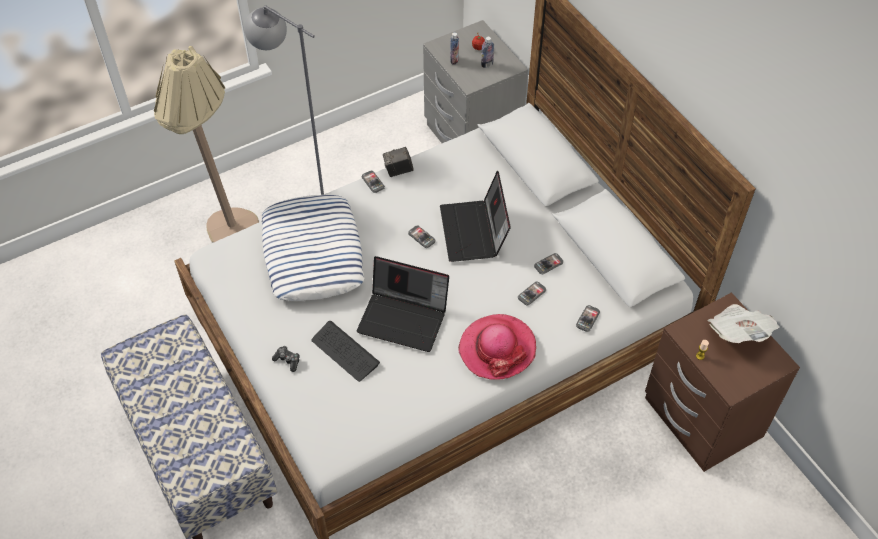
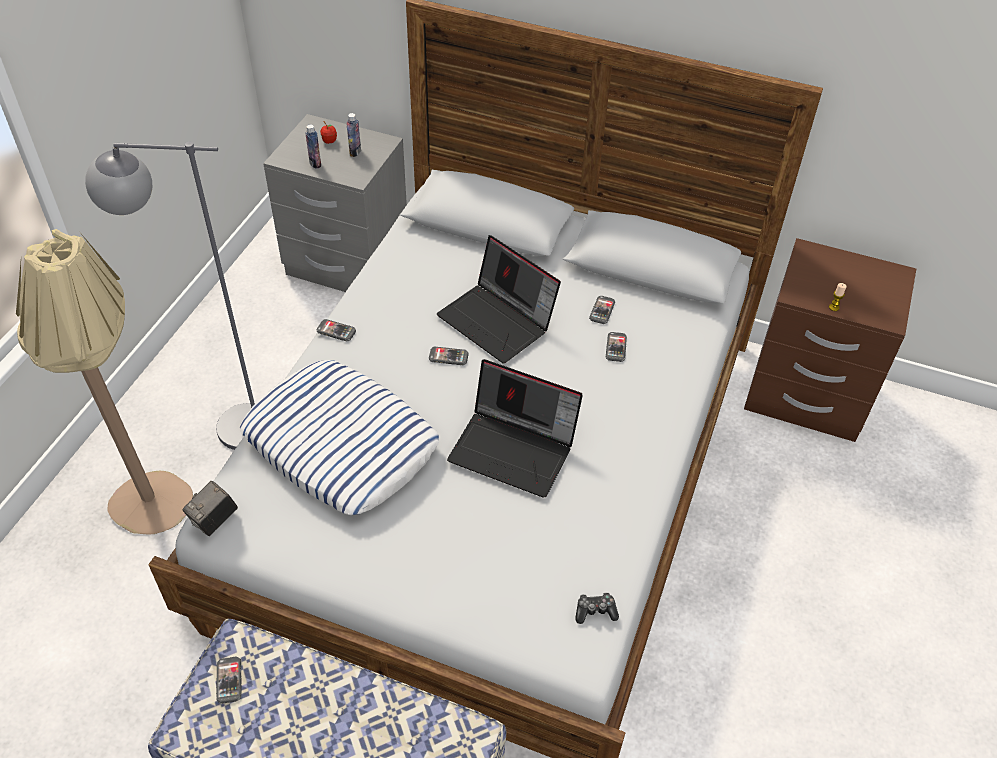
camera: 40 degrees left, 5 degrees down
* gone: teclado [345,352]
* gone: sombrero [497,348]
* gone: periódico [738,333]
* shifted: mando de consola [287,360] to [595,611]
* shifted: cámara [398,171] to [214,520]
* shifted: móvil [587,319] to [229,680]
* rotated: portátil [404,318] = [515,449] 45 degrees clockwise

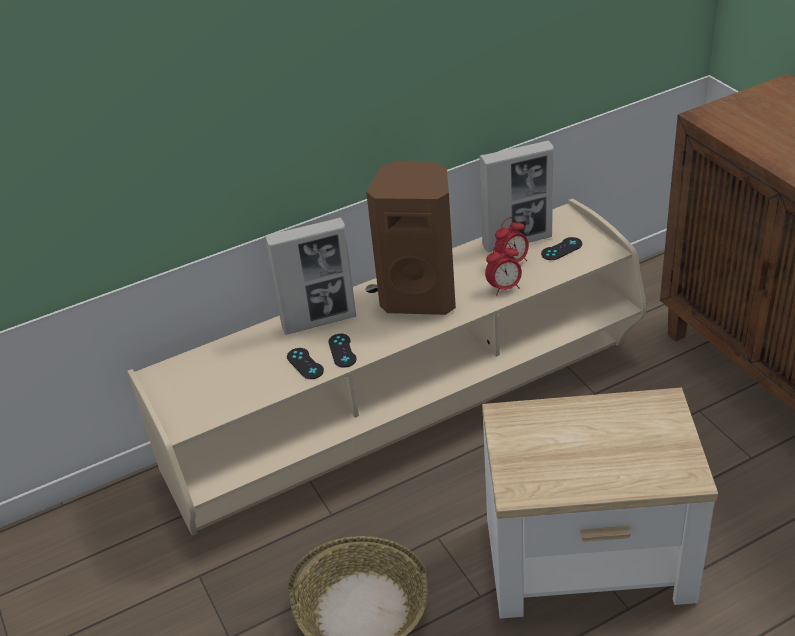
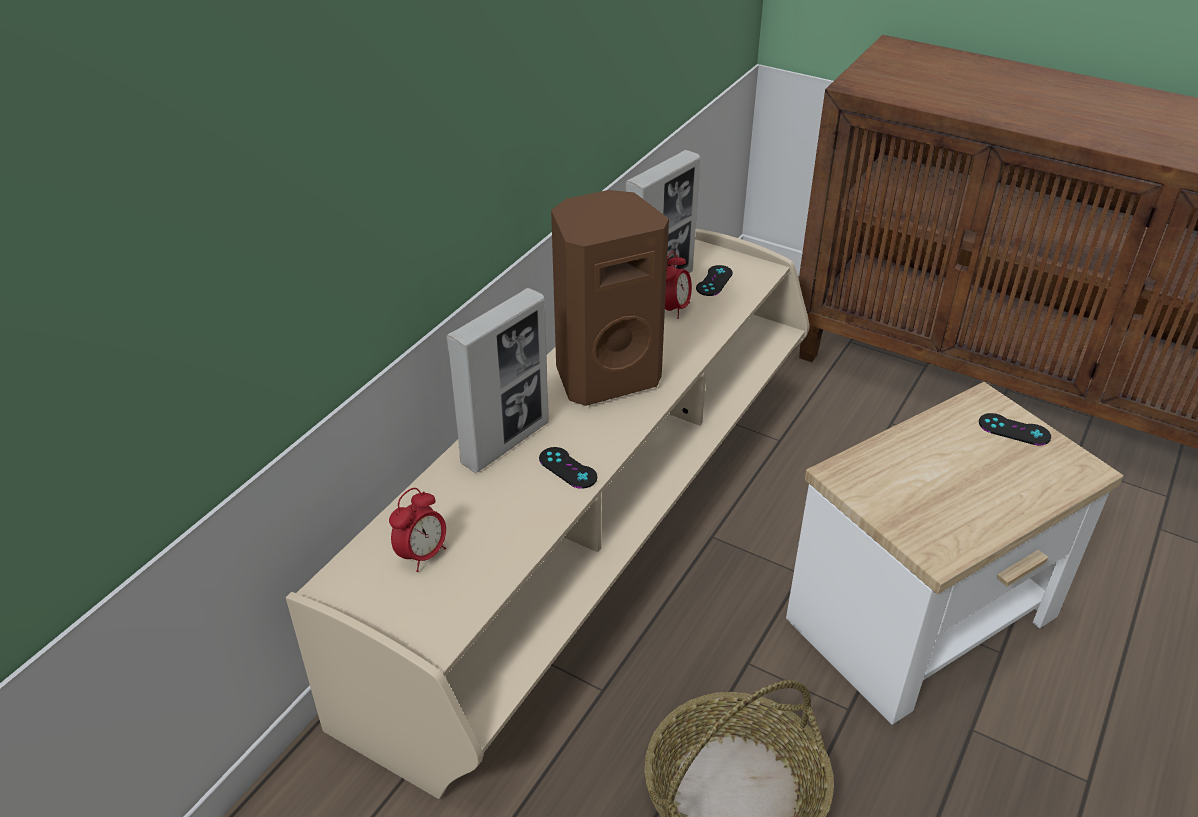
camera: 35 degrees left, 0 degrees up
* shifted: mando de consola [negro] [305,364] to [1014,430]
* shifted: despertador [504,288] to [422,555]

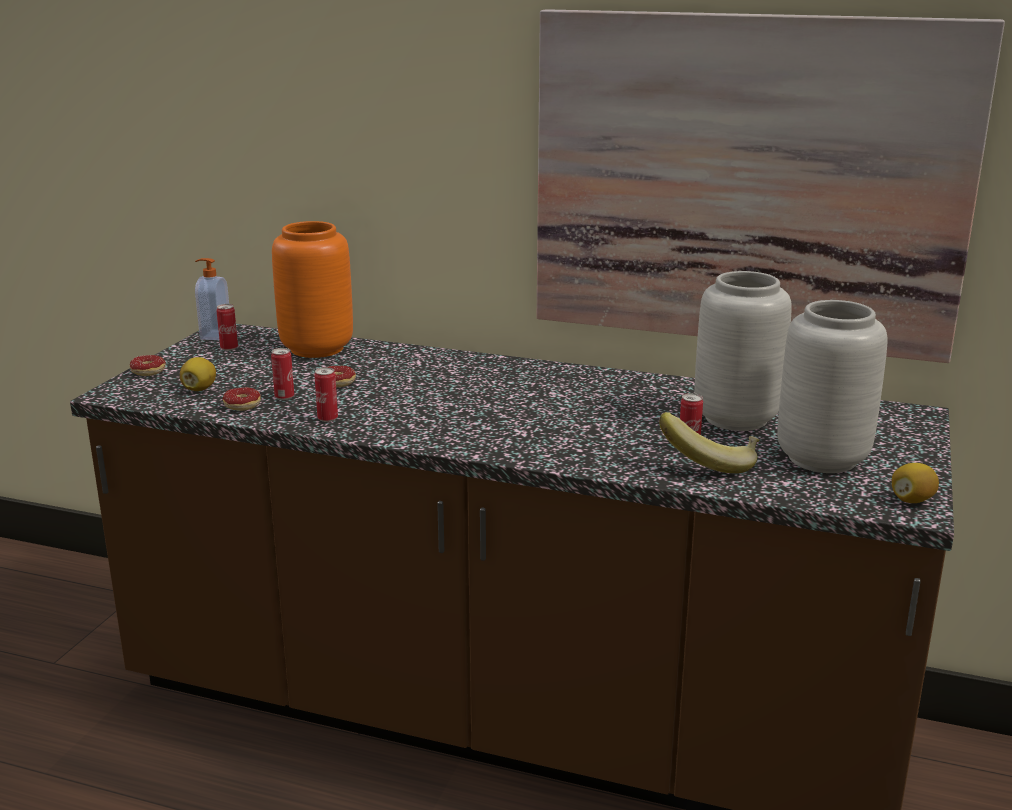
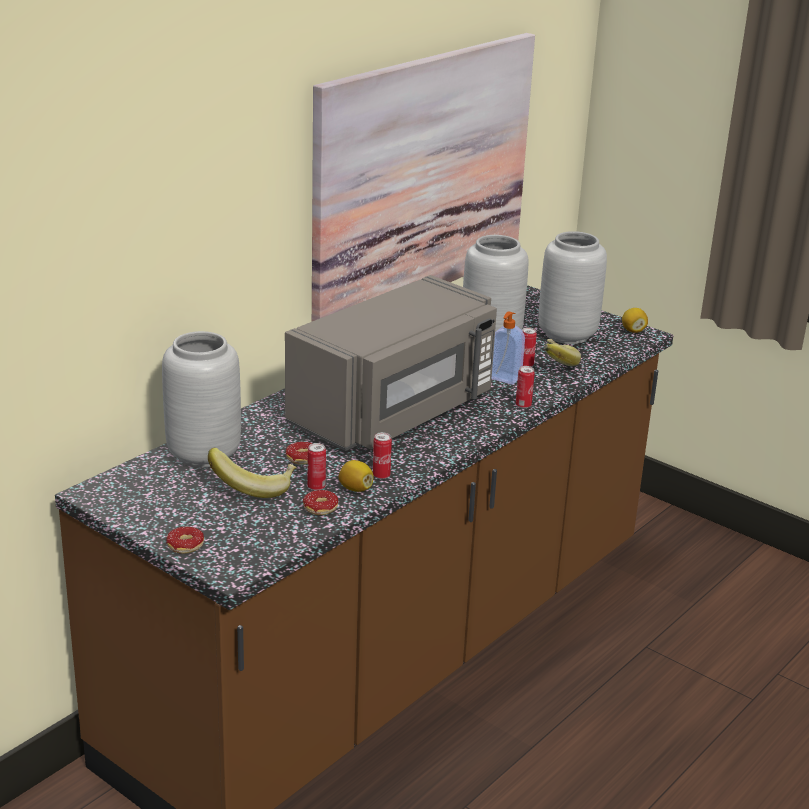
camera: 70 degrees left, 5 degrees up
* new: plátano [254,487]
* new: microondas [gris] [395,411]
* shifted: limón [199,389] to [355,489]
* shifted: dispensador de jabón [215,335] to [504,378]
* shifted: lata [229,348] to [523,405]
* repainted: florero [naranja] [317,348] to florero [gris] [202,454]

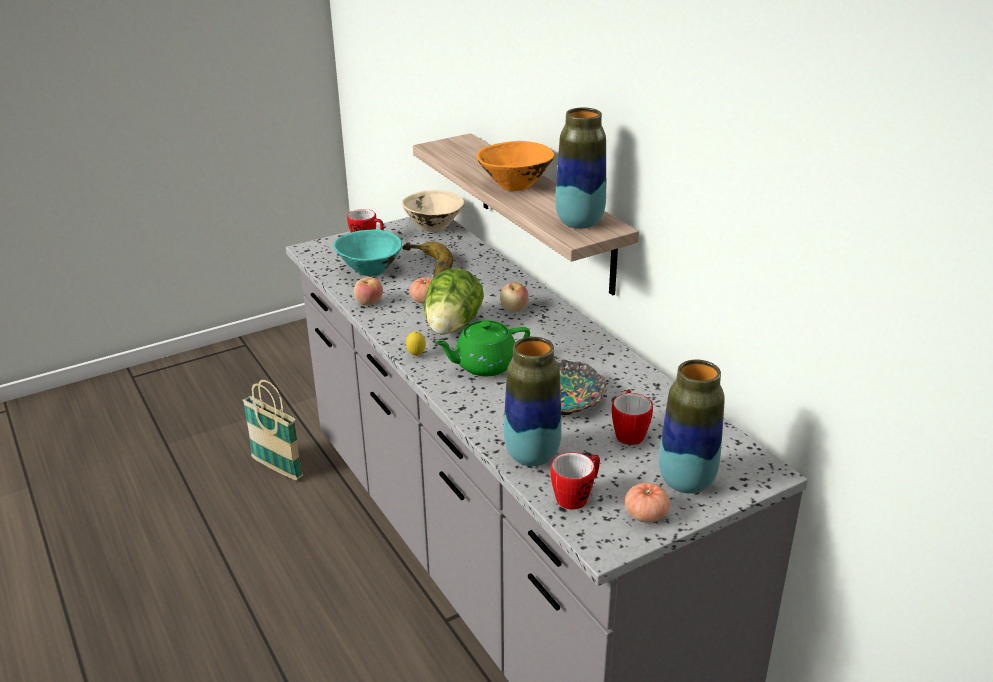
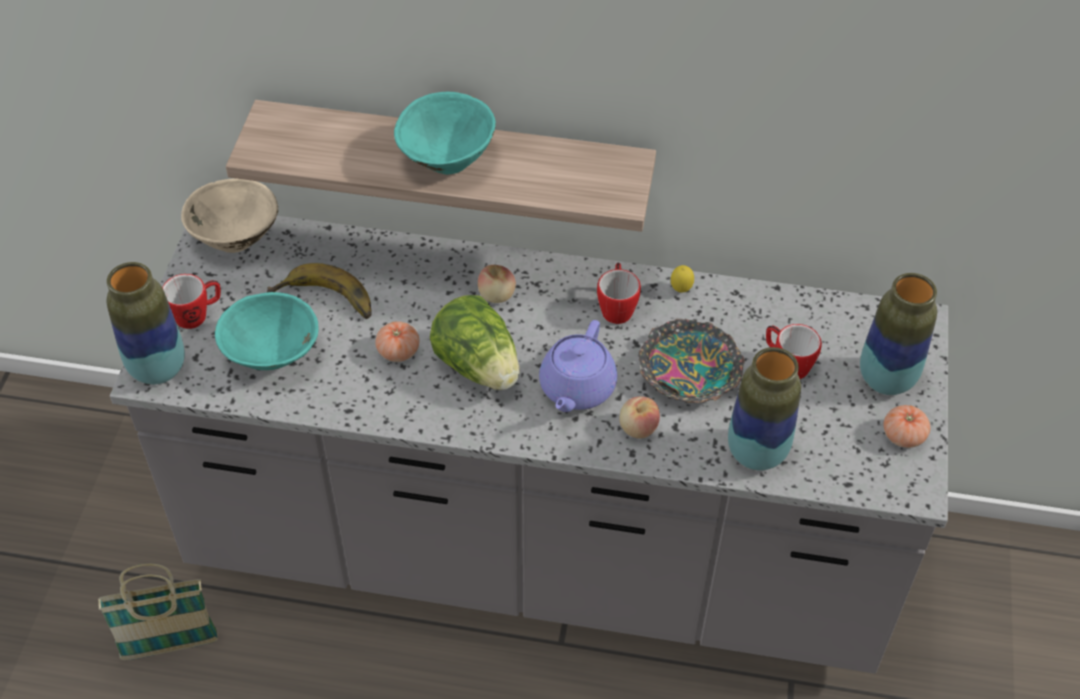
camera: 50 degrees left, 20 degrees up
* shifted: manzana [369,302] to [638,428]
* shifted: limón [416,355] to [681,290]
* shifted: taza grande [577,496] to [617,307]
* shifted: florero [579,222] to [158,369]
* repainted: tetera [verde] [484,365] to tetera [morado] [576,388]
* repainted: cuenco [naranja] [516,184] to cuenco [turquesa] [447,158]

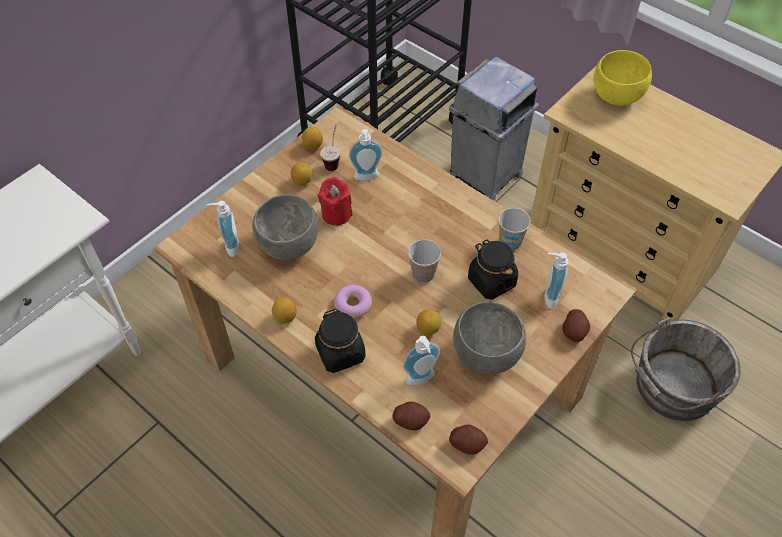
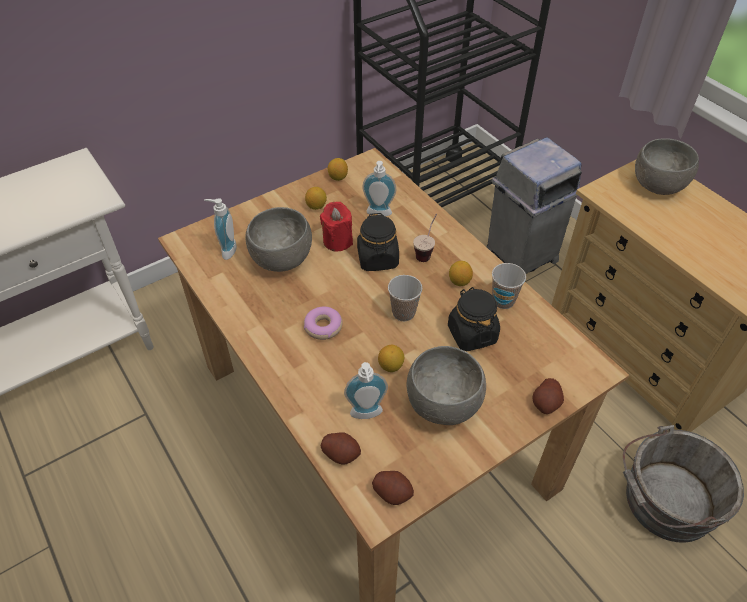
camera: 15 degrees right, 5 degrees down
* gone: dispensador de jabón [548,296]
* shifted: limón [285,317] to [459,281]
* shifted: tarro [negro] [340,353] to [378,259]
* shifted: taza [333,160] to [426,251]
* repainted: cuenco [amarillo] [616,96] to cuenco [gris] [657,185]

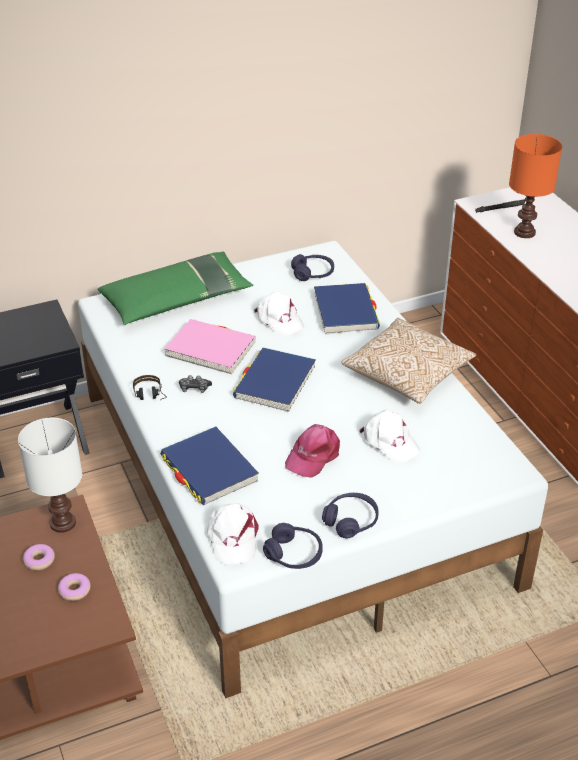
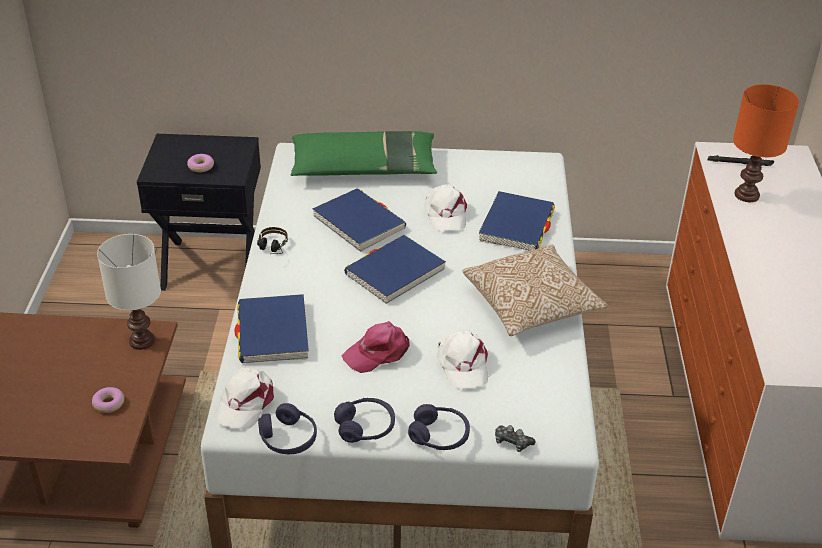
camera: 25 degrees right, 0 degrees up
* shifted: rosquilla [39,560] to [201,166]
* shifted: mando de consola [194,388] to [512,442]
* shifted: auriculares [morado] [313,273] to [439,435]
* repainted: libro [rosa] [210,349] to libro [azul] [359,223]

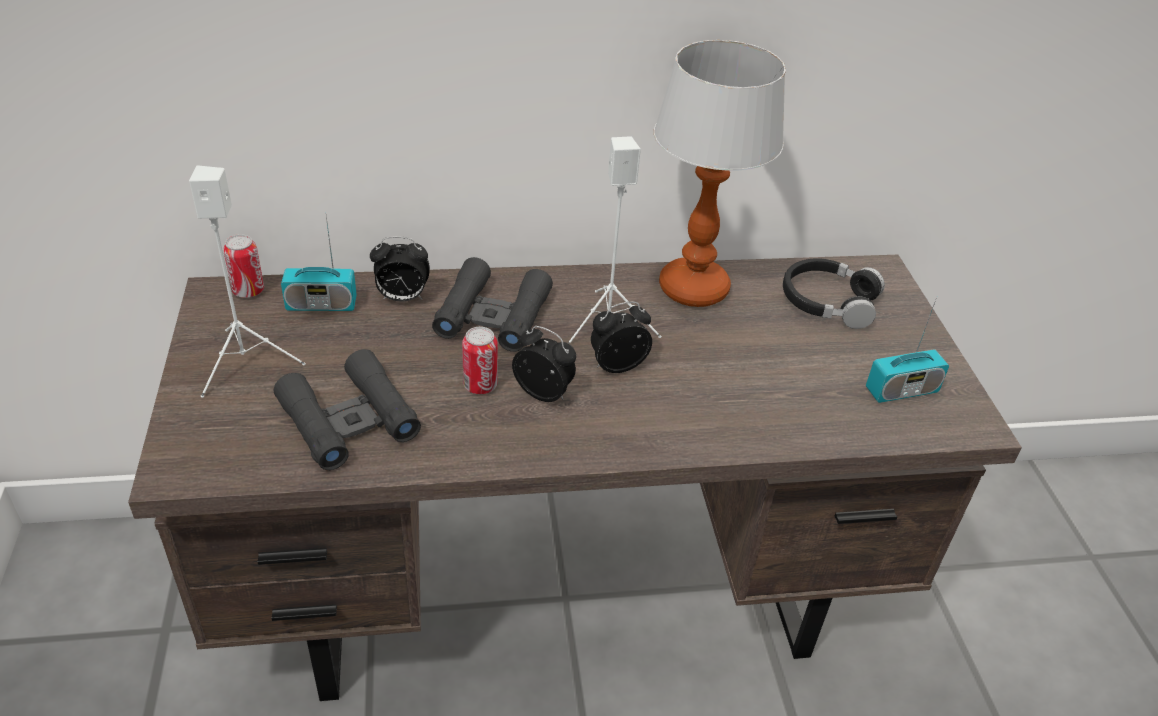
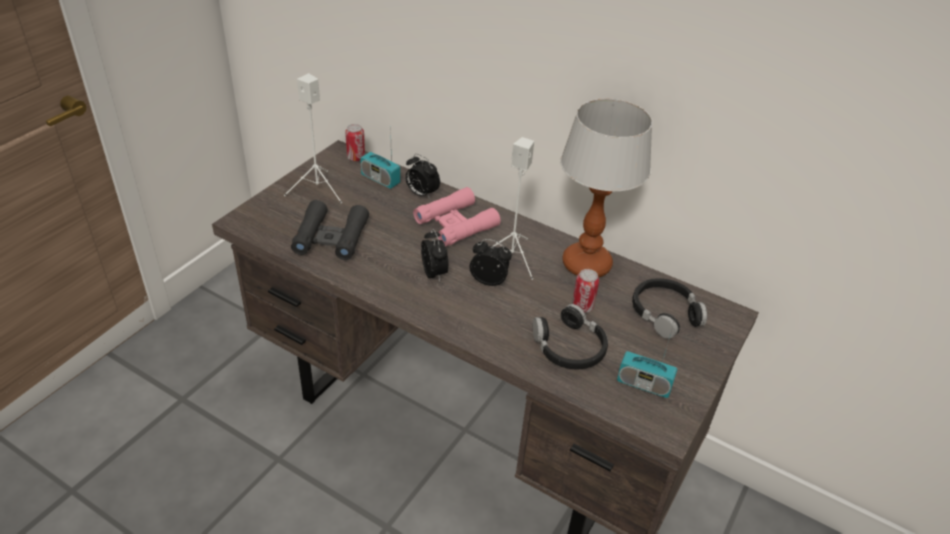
camera: 40 degrees right, 0 degrees up
* new: auriculares [negro] [569,347]
* shifted: lata [480,385] to [582,306]
* repainted: prismáticos [negro] [493,315] to prismáticos [rosa] [456,224]

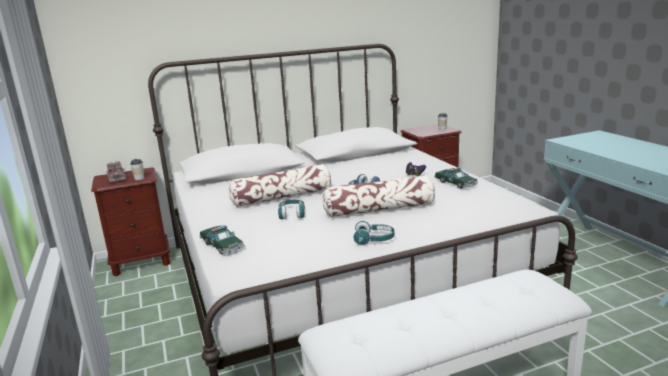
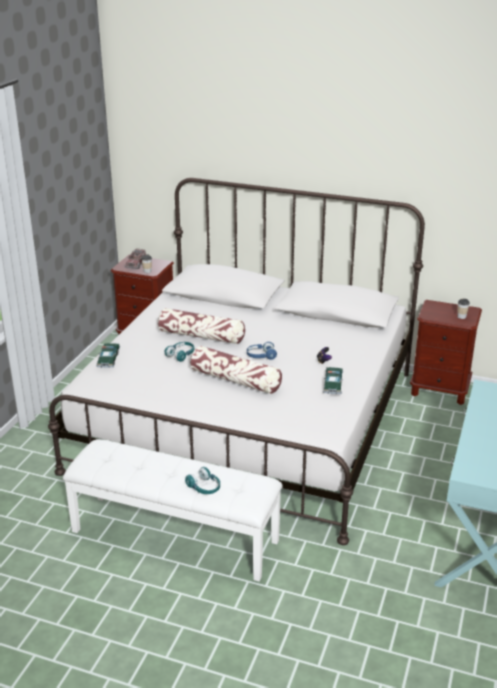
camera: 40 degrees right, 10 degrees up
* shifted: auriculares [turquesa] [374,240] to [204,487]

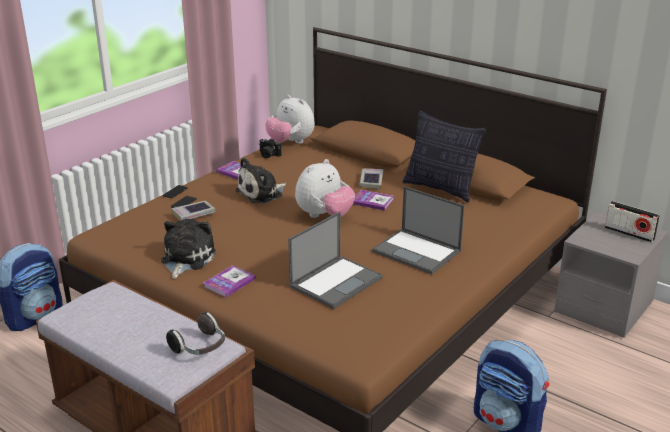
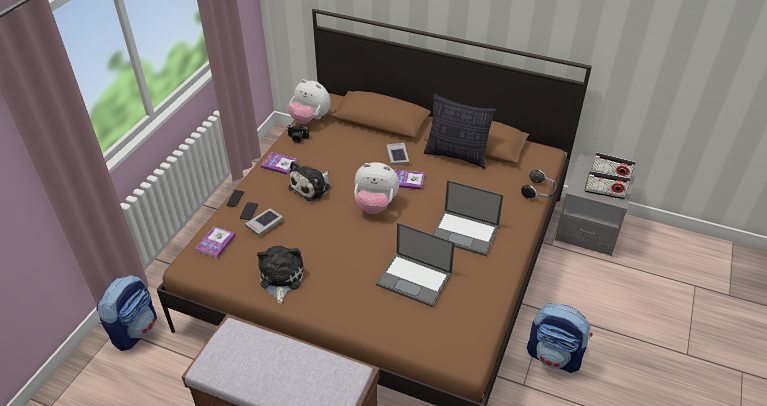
camera: 15 degrees left, 15 degrees up
* new: radio [604,193]
* shifted: auriculares [200,348] to [539,192]
* shifted: libro [229,282] to [215,243]
* rotated: portátil [336,281] = [415,279] 90 degrees clockwise
* rotated: peluche [324,216] = [375,205] 75 degrees clockwise

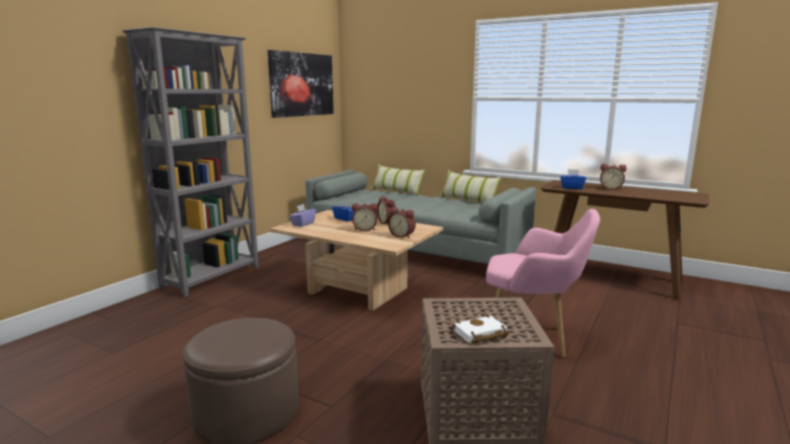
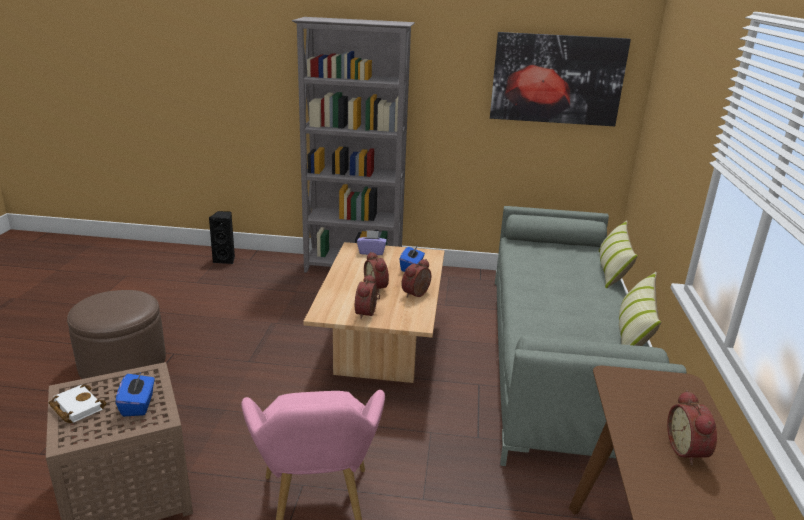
camera: 65 degrees right, 10 degrees up
* new: altavoz [negro] [225,259]
* shifted: caja de pañuelos [azul] [572,187] to [138,405]

